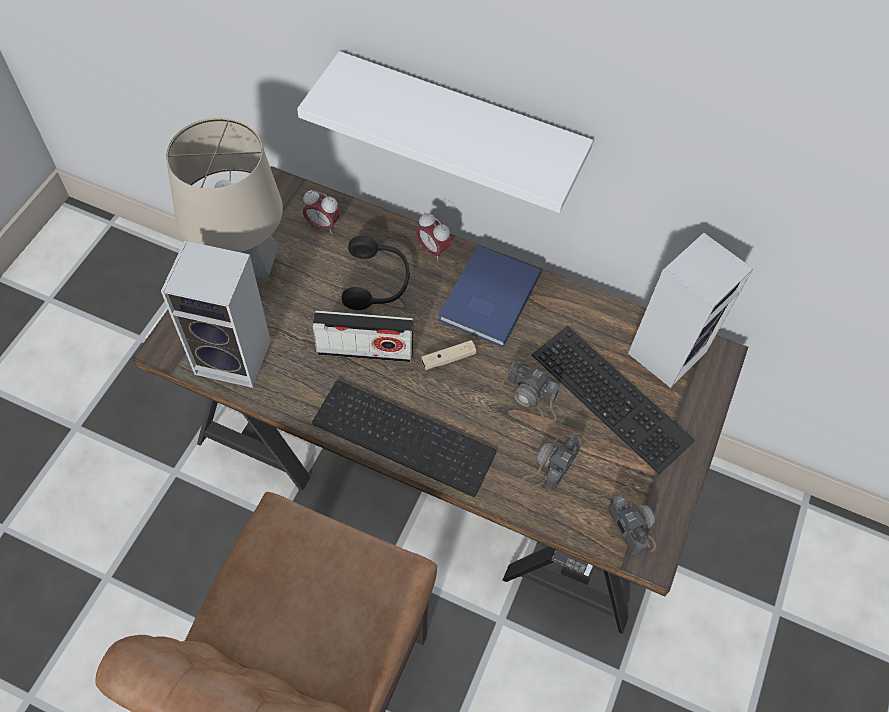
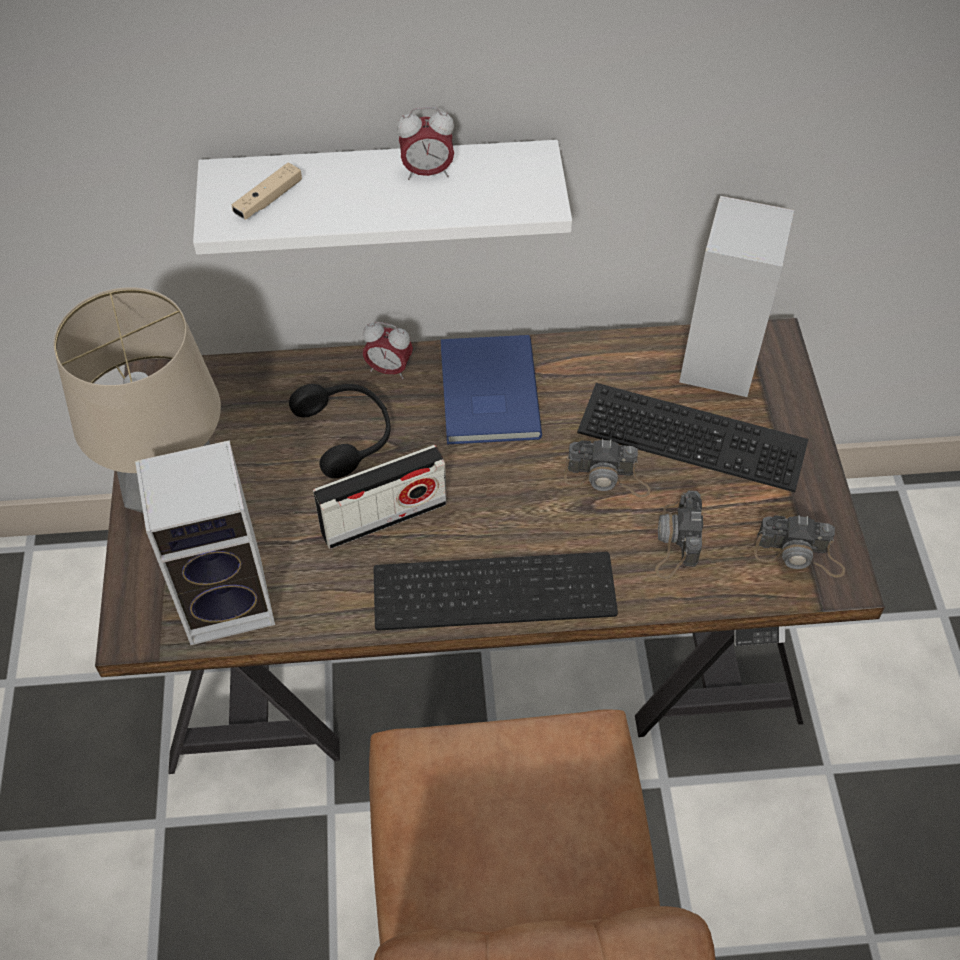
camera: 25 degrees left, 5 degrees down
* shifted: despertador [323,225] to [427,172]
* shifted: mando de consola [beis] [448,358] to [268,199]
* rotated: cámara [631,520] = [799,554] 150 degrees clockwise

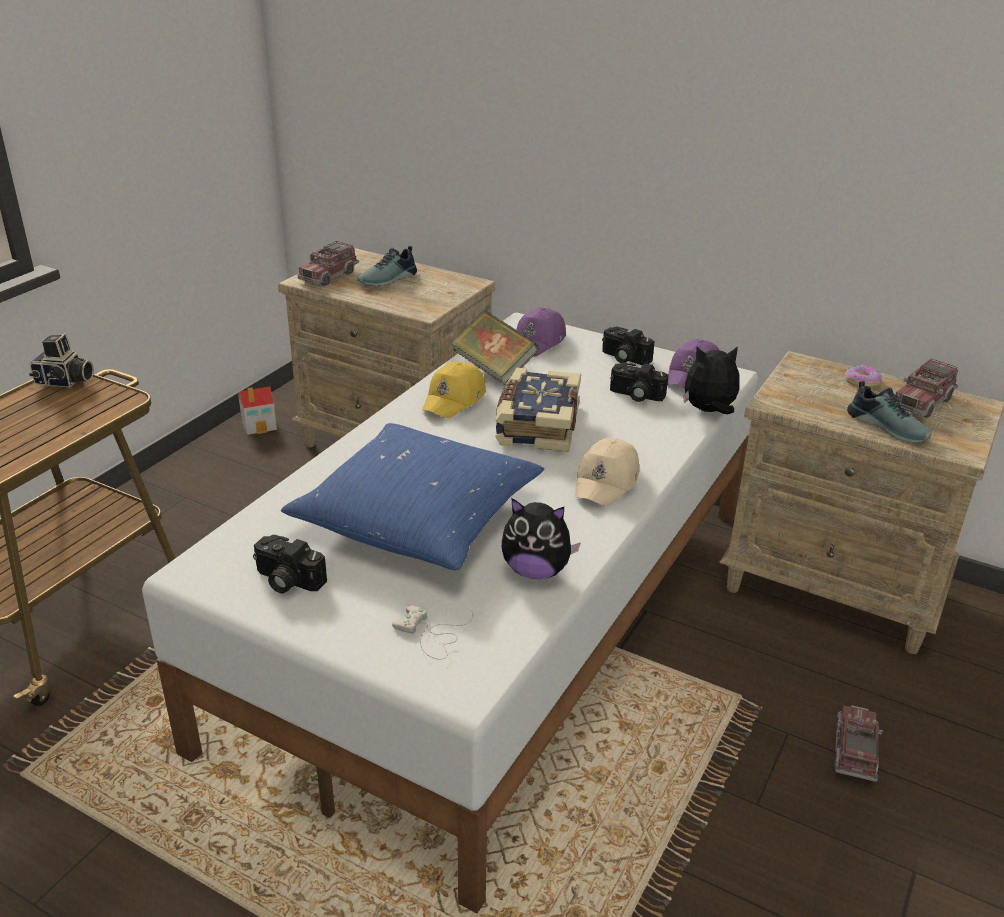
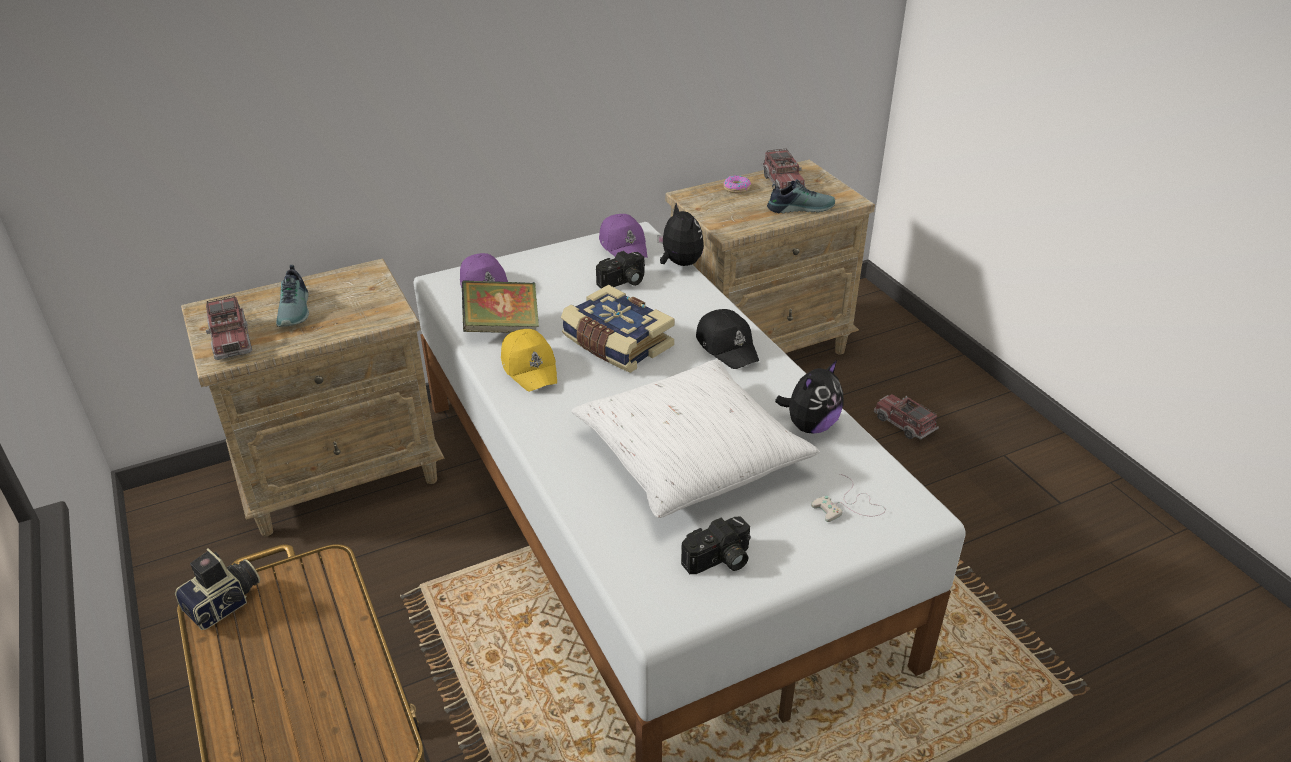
camera: 55 degrees left, 5 degrees up
* gone: casita [259,425]
* gone: cámara [623,358]
* repainted: cojín [azul] [419,516] to cojín [blanco] [690,454]
* repainted: gorra [beis] [607,482] to gorra [negro] [727,346]
* rotated: peluche [709,411] = [679,263] 120 degrees clockwise

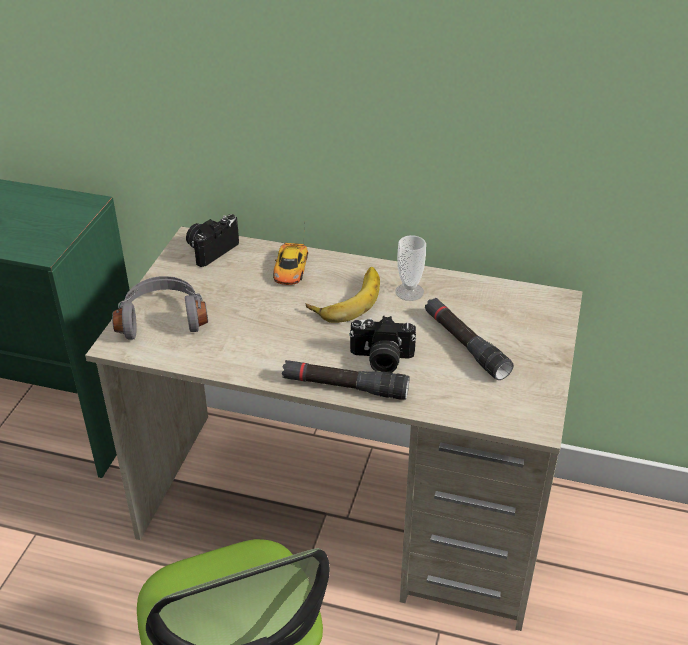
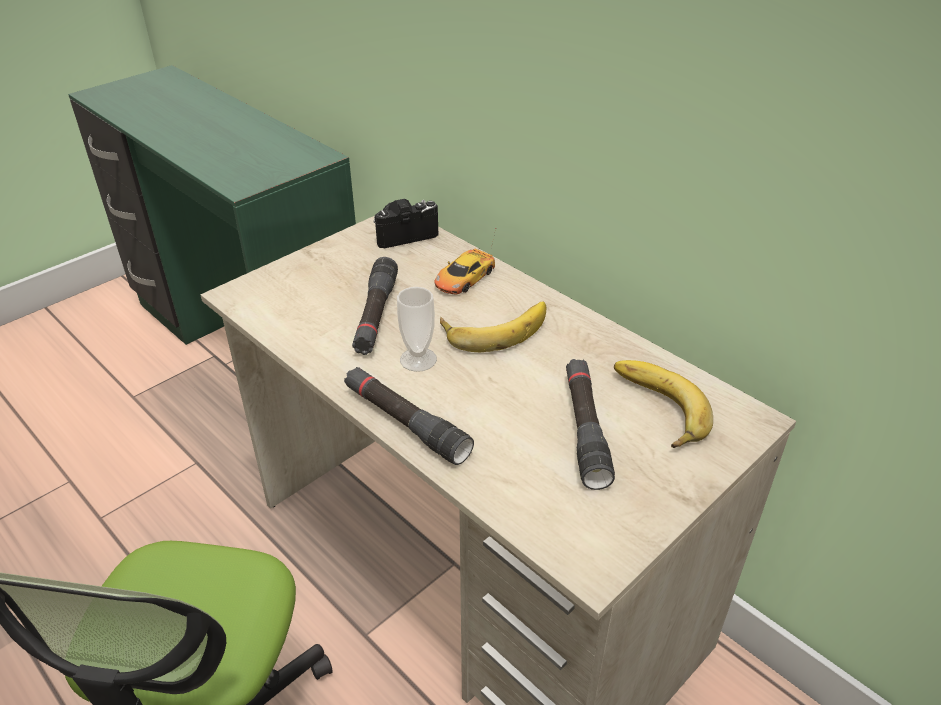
camera: 30 degrees right, 0 degrees up
* gone: auriculares [gris] [162,318]
* gone: cámara [381,360]
* new: linterna [negro] [375,315]
* new: plátano [654,409]
* shifted: taza [409,292] to [418,359]

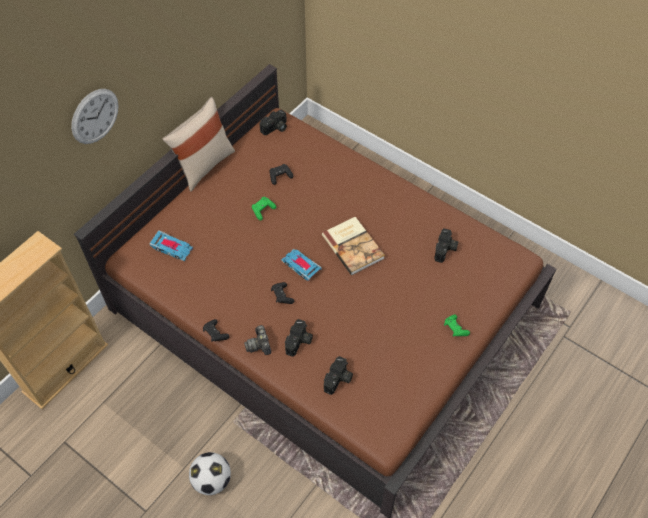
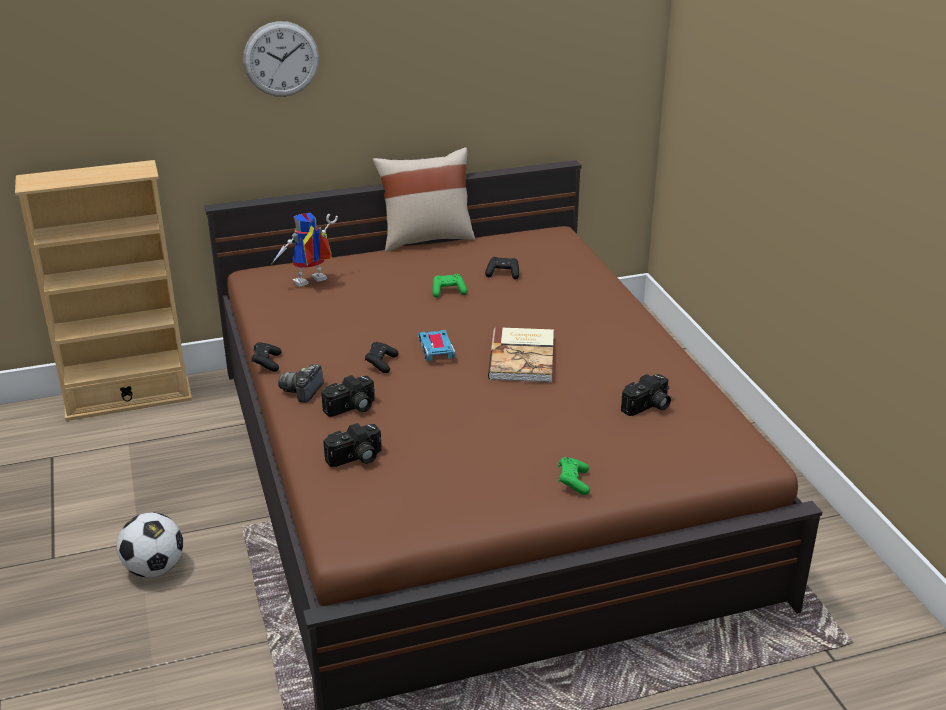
camera: 35 degrees right, 25 degrees down
* gone: cámara [275,128]
* swapped: coche de juguete [172,248] to robot de juguete [309,283]

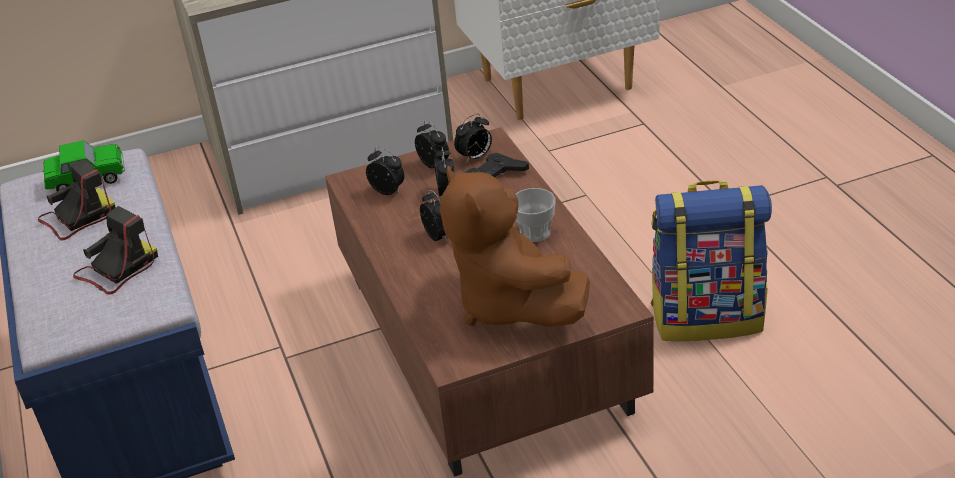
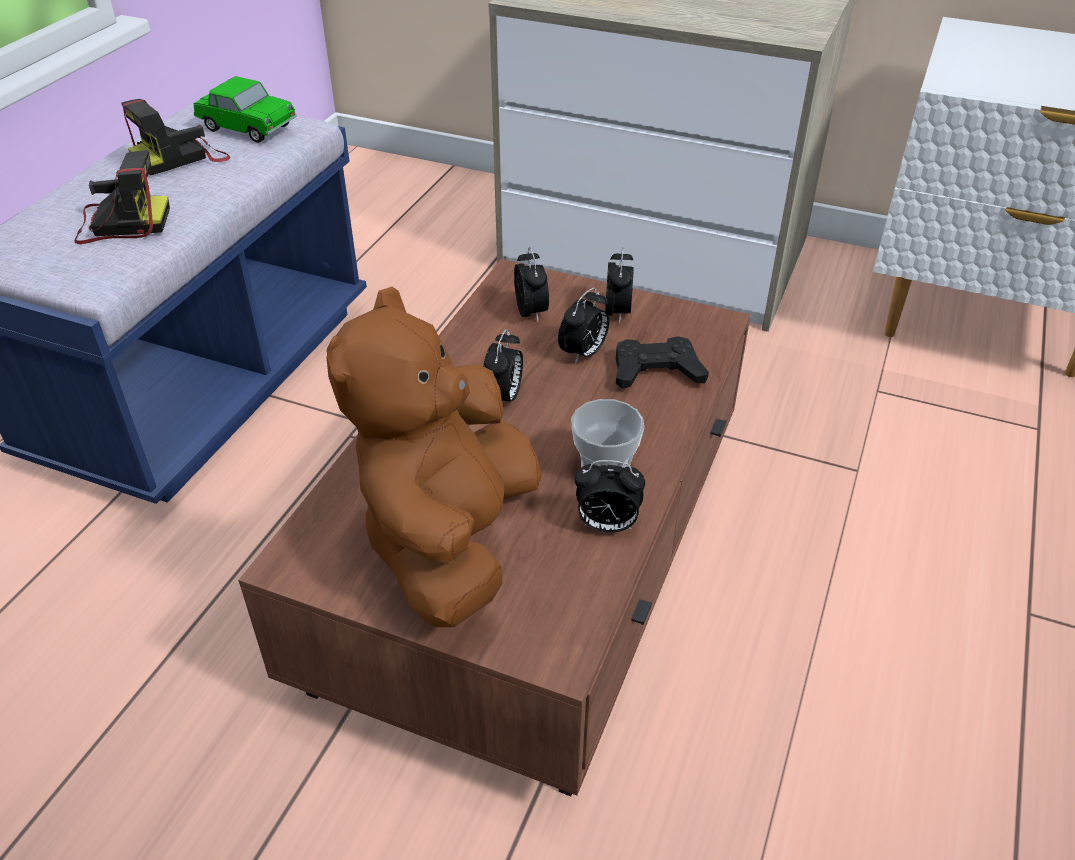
camera: 40 degrees right, 5 degrees up
* gone: mochila [707,317]
* shifted: despertador [475,157] to [606,525]
* rotated: cámara [77,218] = [181,157] 135 degrees clockwise

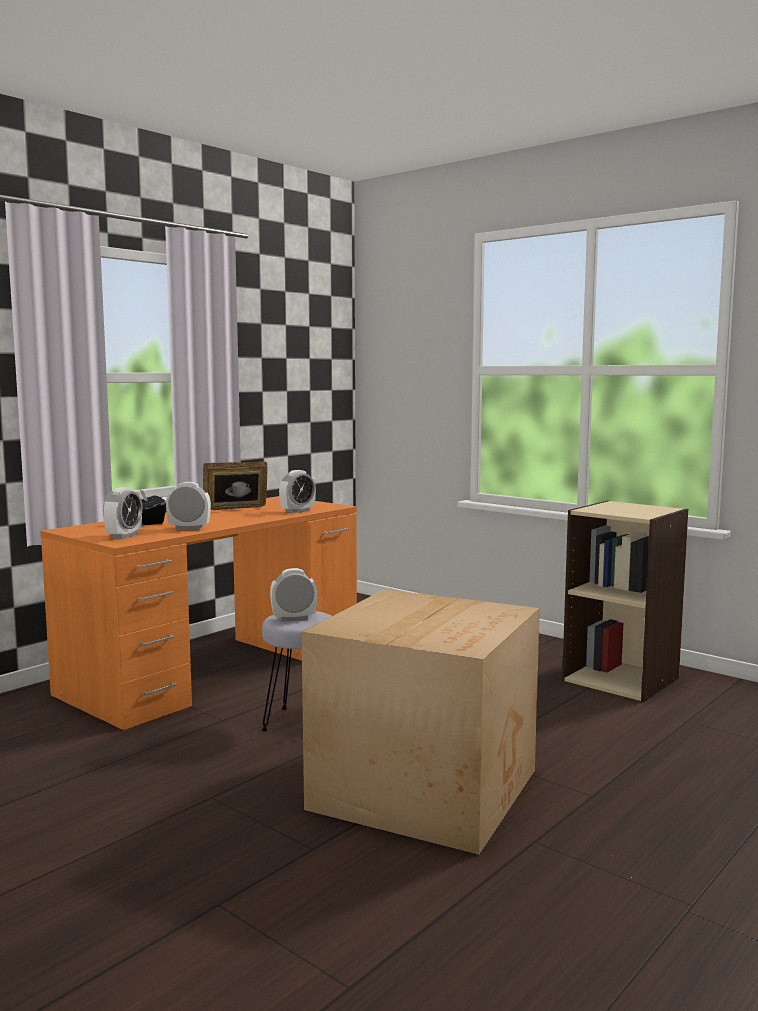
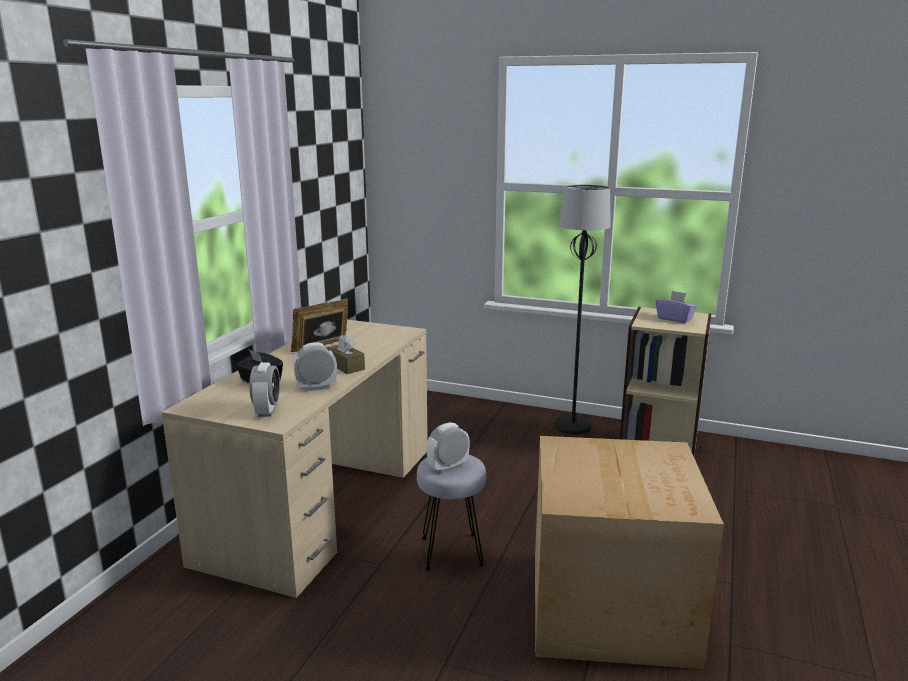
camera: 20 degrees left, 10 degrees up
* gone: despertador [297,511]
* new: caja de pañuelos [marrón] [345,366]
* new: lámpara de pie [negro] [573,426]
* new: caja de pañuelos [morado] [674,319]
* repainted: escritorio [naranja] [217,669] to escritorio [beis] [324,500]

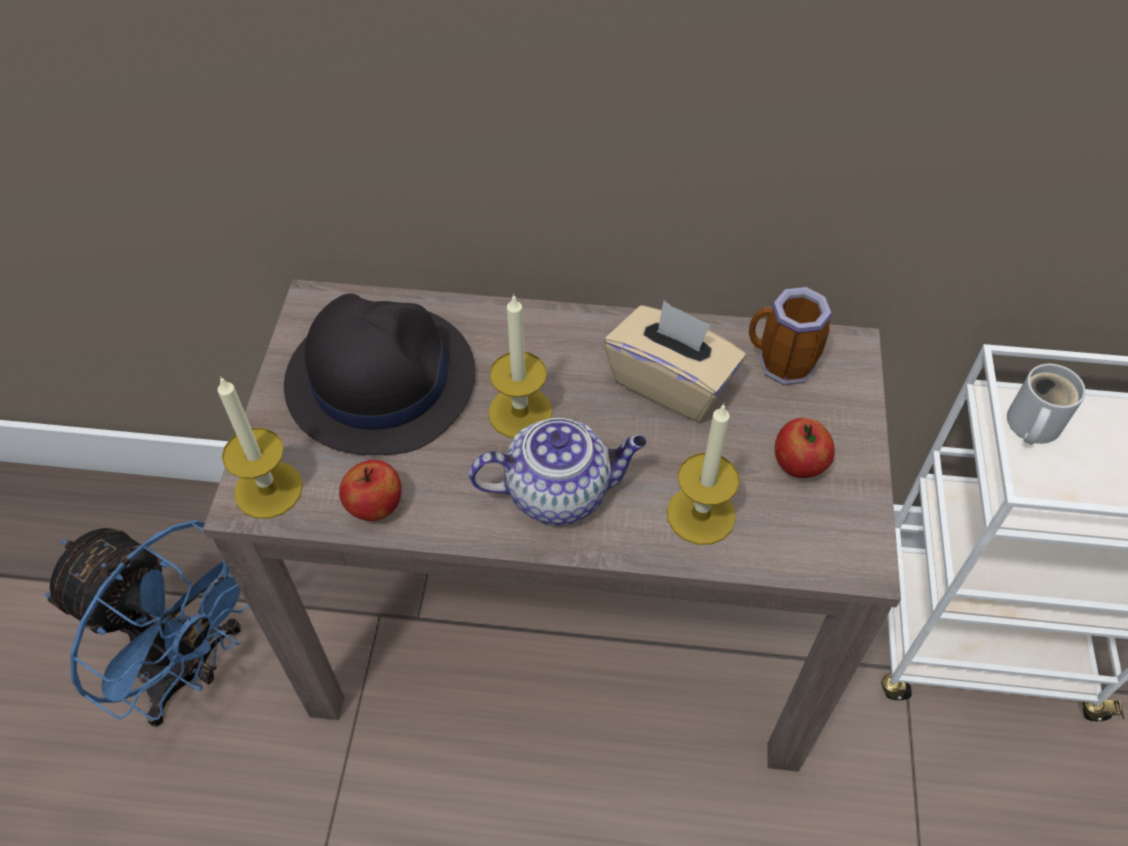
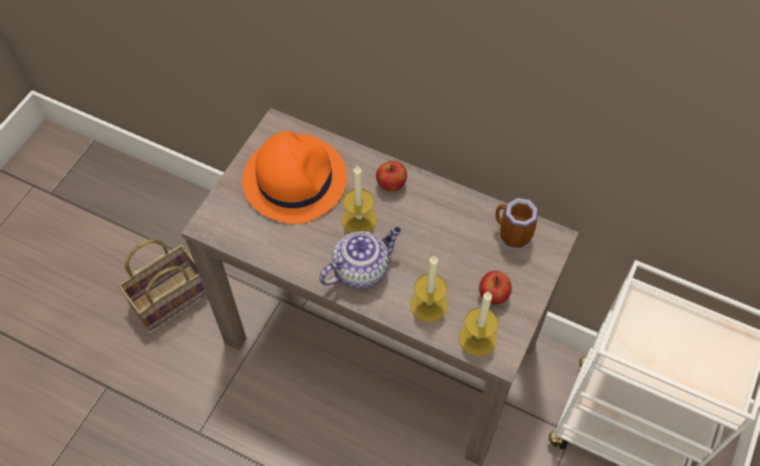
camera: 20 degrees right, 5 degrees up
* gone: caja de pañuelos [beis] [671,383]
* gone: taza grande [blanco] [1030,425]
* shifted: vela [268,489] to [477,338]
* shifted: manzana [375,507] to [391,184]
* swapped: ventilador [azul] [190,669] to cesta [170,296]
* repainted: sombrero [negro] [379,378] to sombrero [naranja] [294,179]
* rotated: tetera [560,491] = [361,269] 45 degrees counterclockwise

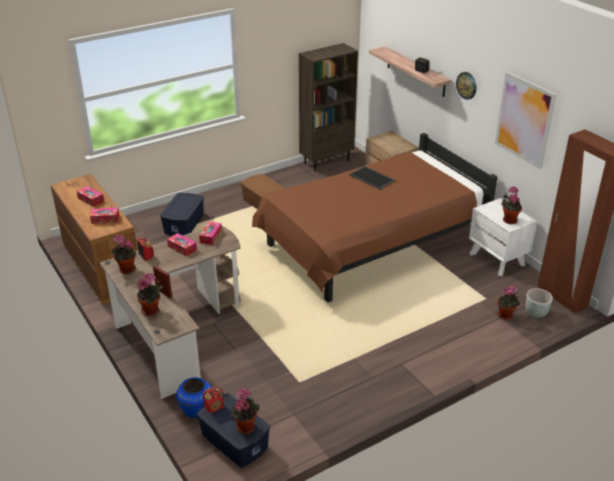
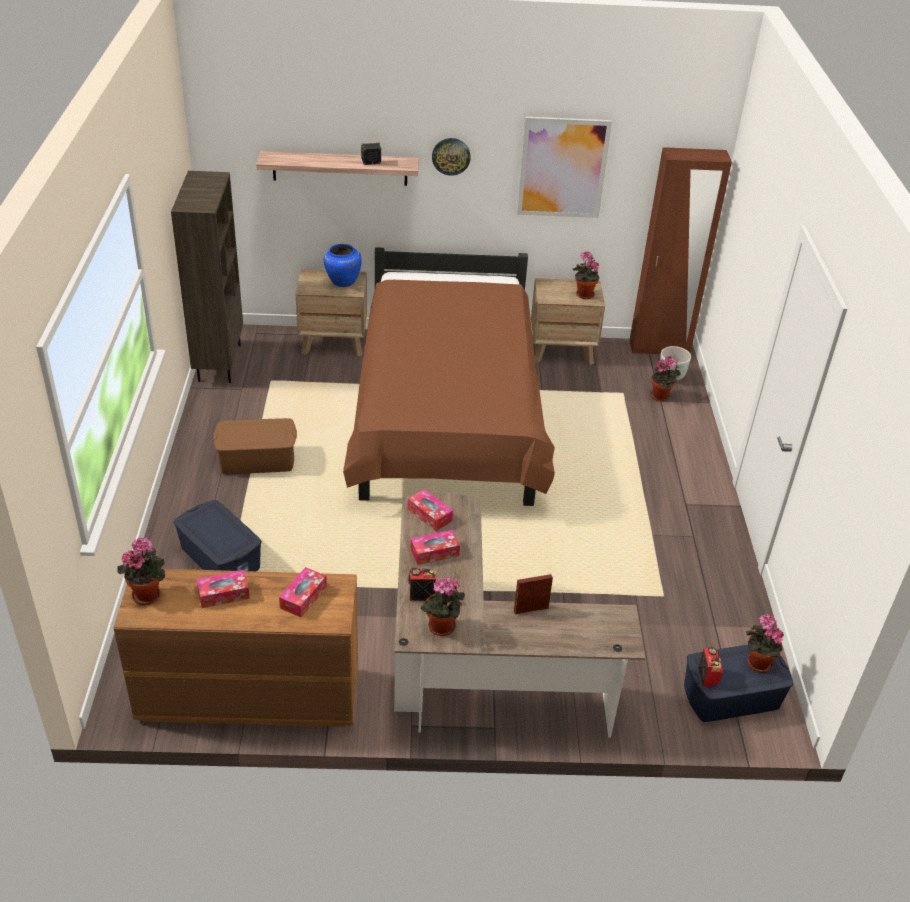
camera: 60 degrees left, 5 degrees up
* gone: bandeja [372,178]
* shifted: planta en maceta [152,310] to [148,593]
* shifted: florero [azul] [196,410] to [342,281]
* repainted: mesita de noche [blanco] [497,259] to mesita de noche [marrón] [562,350]

